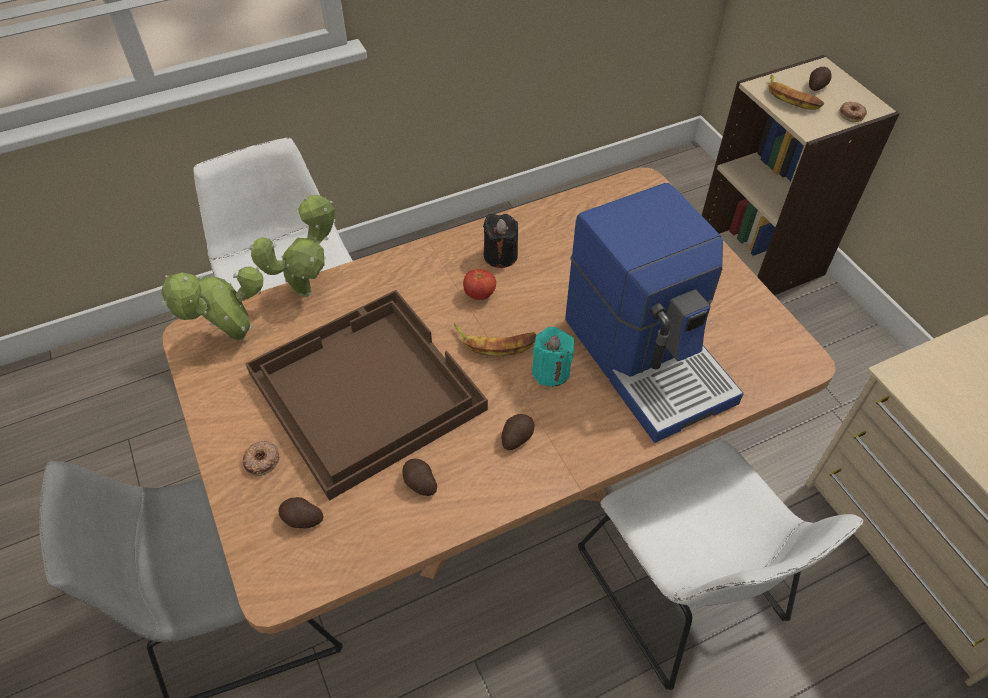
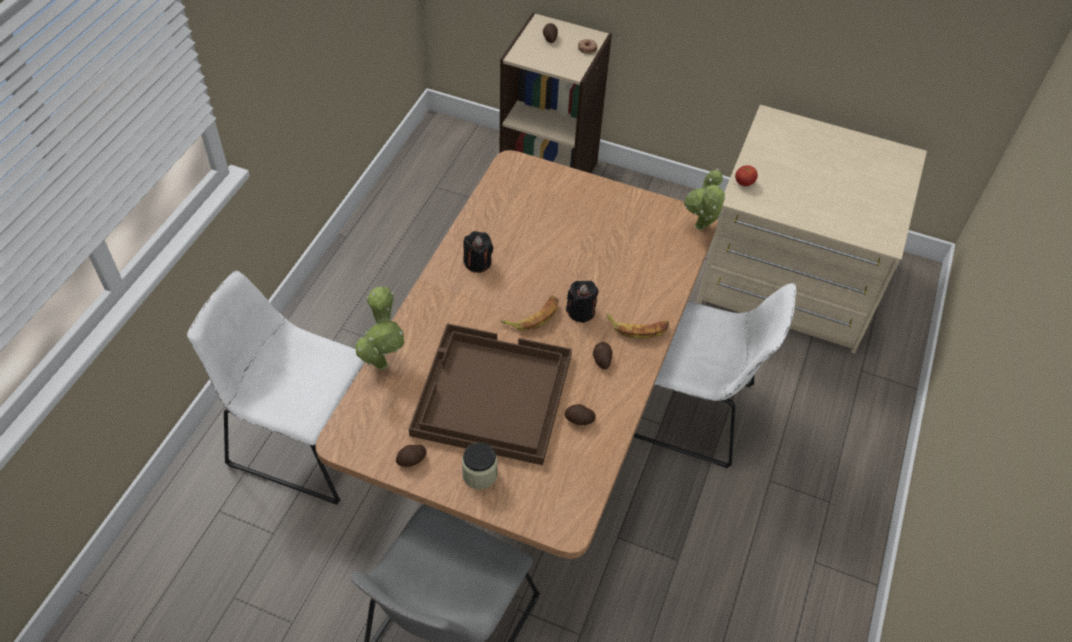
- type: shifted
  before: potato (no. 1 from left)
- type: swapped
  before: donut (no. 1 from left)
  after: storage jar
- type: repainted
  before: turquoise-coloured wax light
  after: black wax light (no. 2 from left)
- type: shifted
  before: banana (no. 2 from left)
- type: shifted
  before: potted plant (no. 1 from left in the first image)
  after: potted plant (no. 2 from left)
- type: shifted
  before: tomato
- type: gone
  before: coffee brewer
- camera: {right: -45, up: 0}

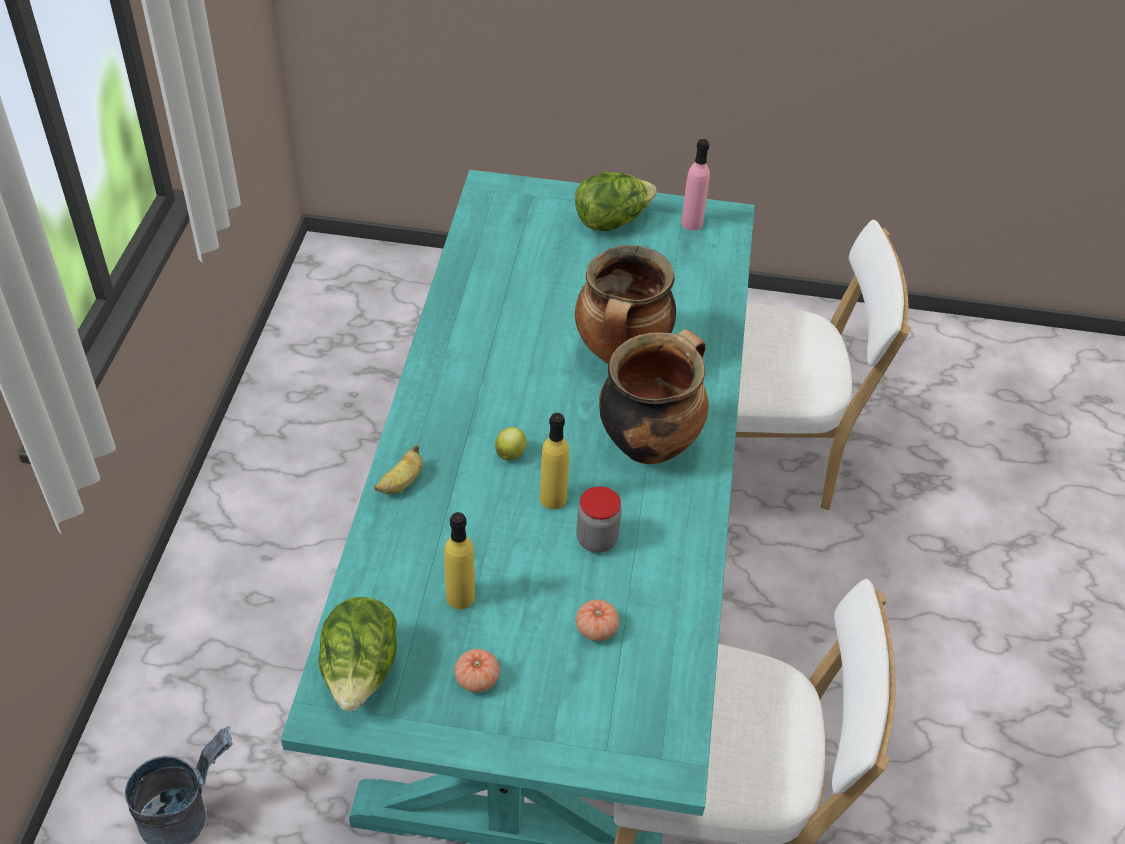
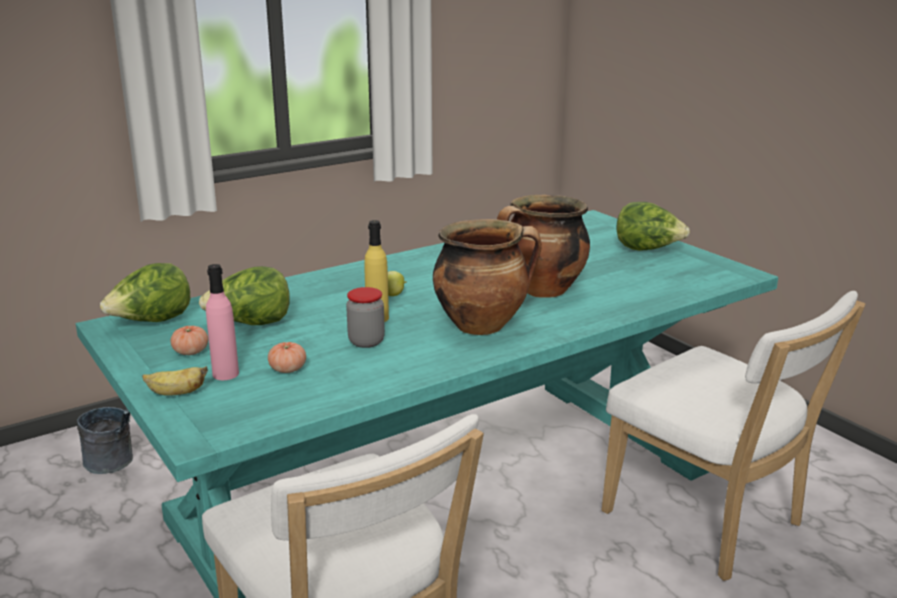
- type: shifted
  before: banana
- type: swapped
  before: yellowish bottle (no. 1 from left)
  after: lettuce head (no. 2 from left)
- type: shifted
  before: pink bottle
- camera: {right: 50, up: -25}

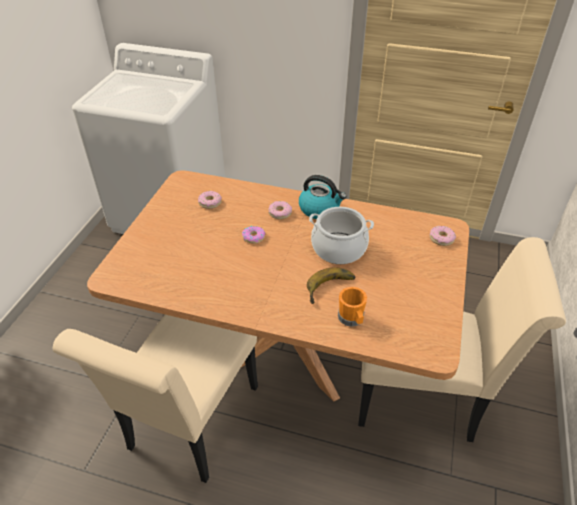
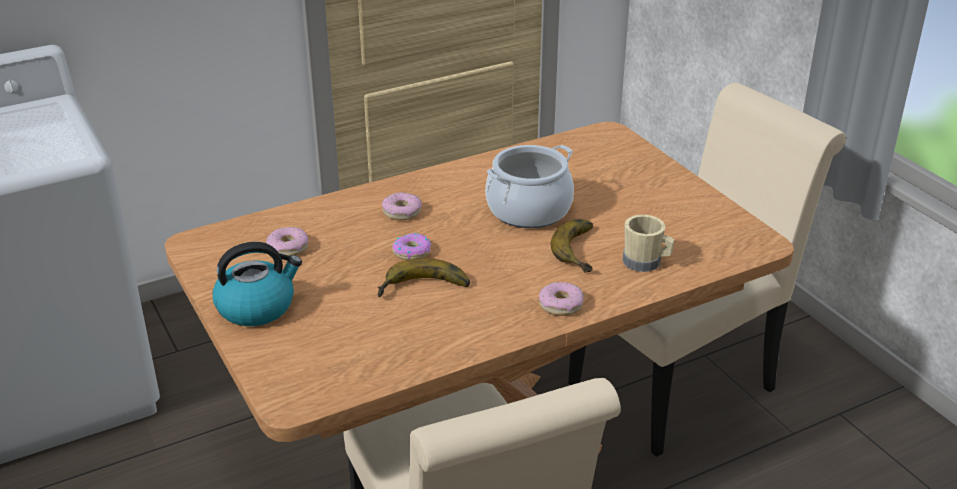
- type: shifted
  before: water kettle
- type: new
  after: banana (no. 1 from left)
- type: shifted
  before: donut (no. 4 from left)
- type: repainted
  before: orange-coloured mug
  after: beige-coloured mug
- camera: {right: -45, up: -10}

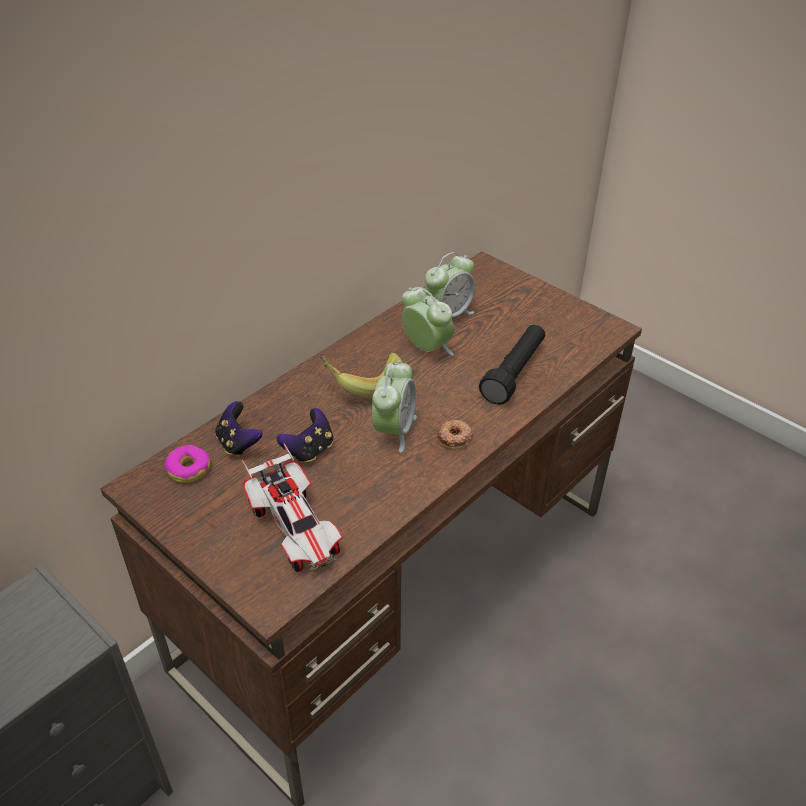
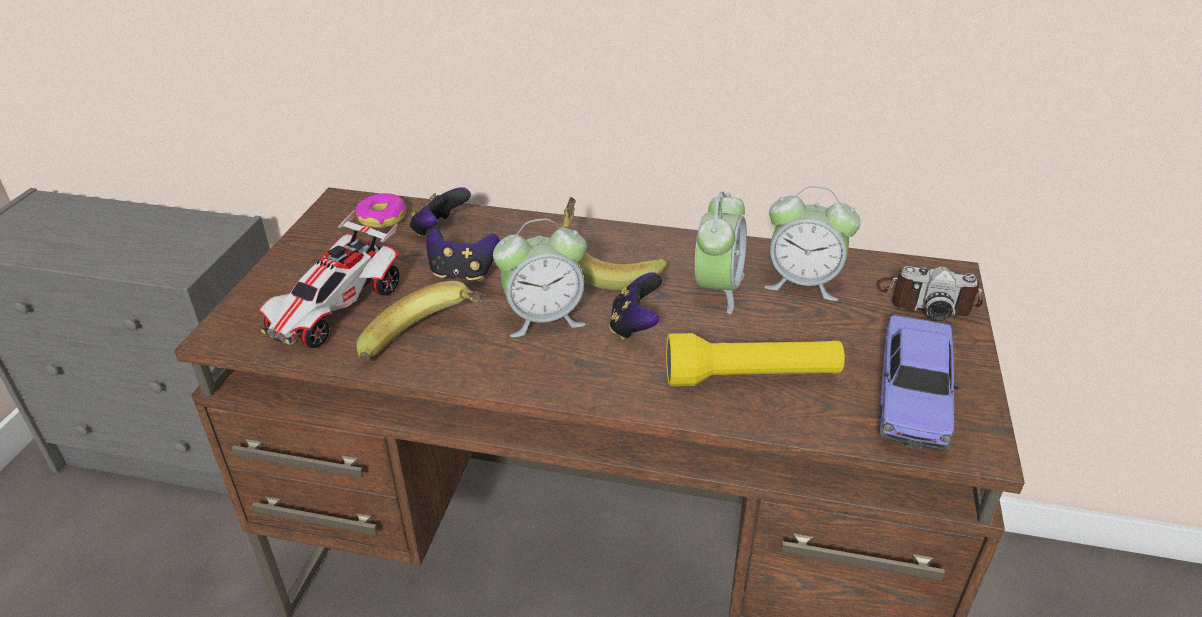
- type: new
  after: banana (no. 1 from left)
- type: new
  after: joypad (no. 3 from left)
- type: repainted
  before: black flashlight
  after: yellowish flashlight
- type: new
  after: still camera
- type: new
  after: miniature car (no. 2 from left)
- type: gone
  before: donut (no. 2 from left)
- camera: {right: 60, up: -5}

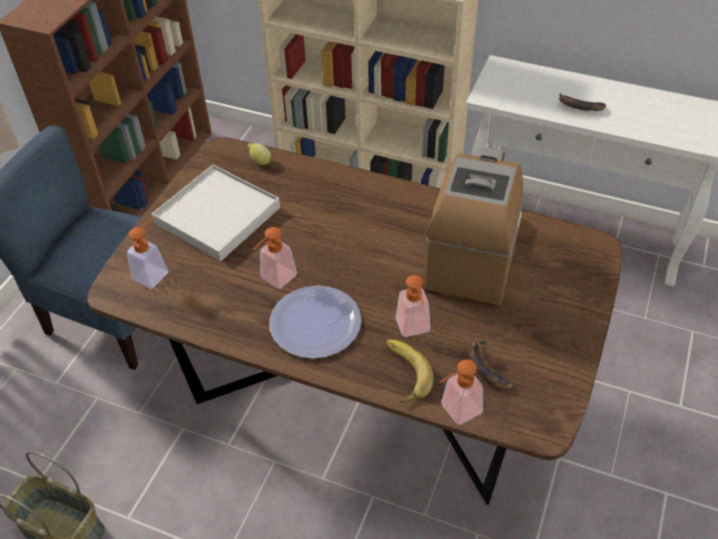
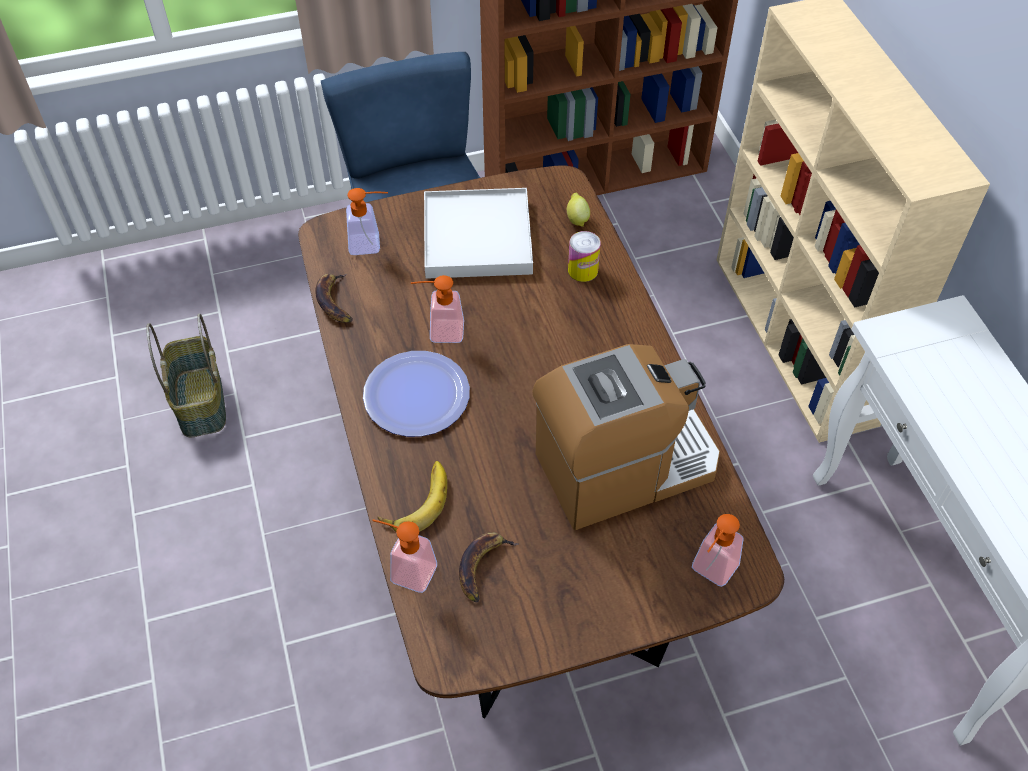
- type: shifted
  before: banana (no. 3 from left in the first image)
  after: banana (no. 1 from left)
- type: new
  after: metal can
- type: shifted
  before: soap bottle (no. 3 from left in the first image)
  after: soap bottle (no. 4 from left)
- camera: {right: 50, up: 5}

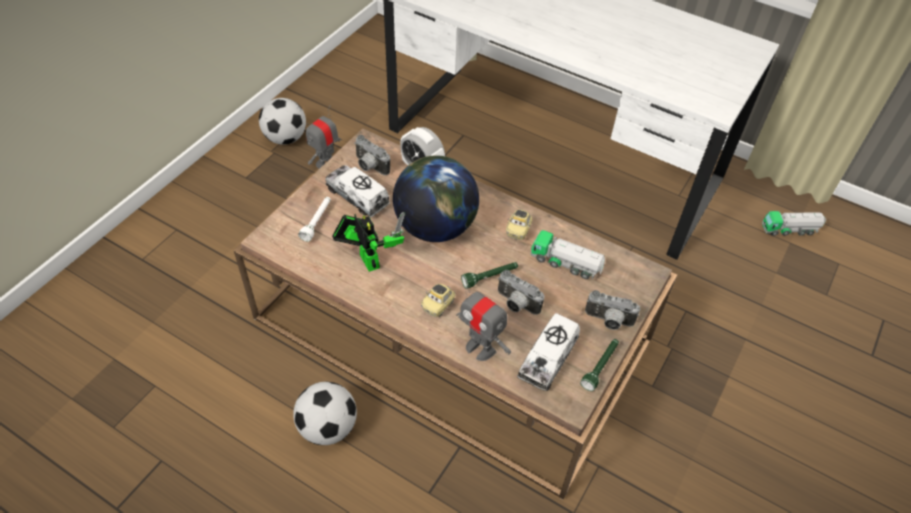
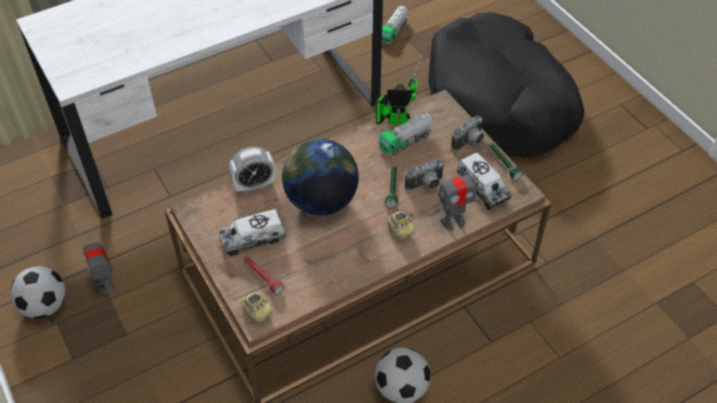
- type: shifted
  before: miniature car (no. 2 from left in the first image)
  after: miniature car (no. 1 from left)
- type: repainted
  before: white flashlight
  after: red flashlight
- type: shifted
  before: robot figure (no. 2 from left)
- type: new
  after: black dog bed
- type: gone
  before: still camera (no. 1 from left)
- camera: {right: -60, up: 0}

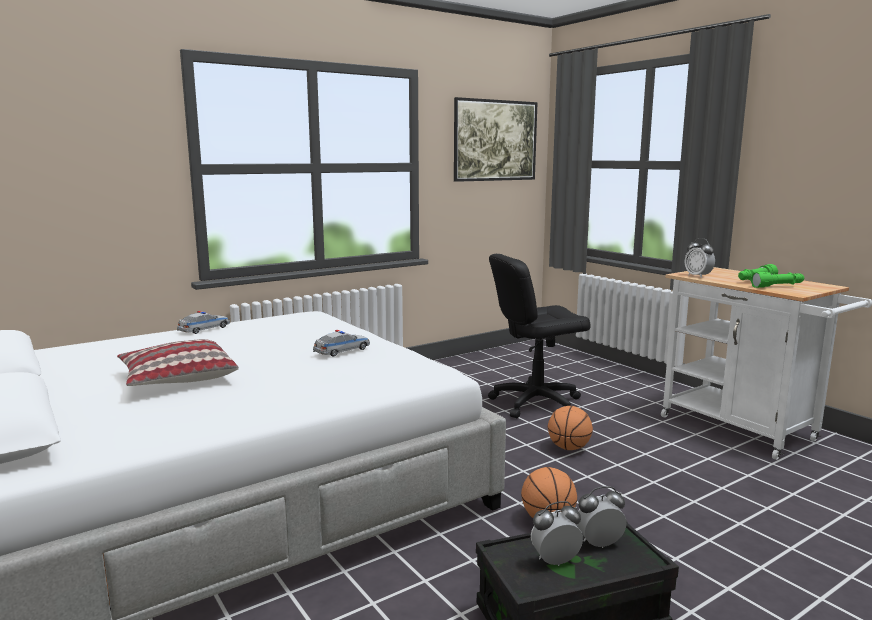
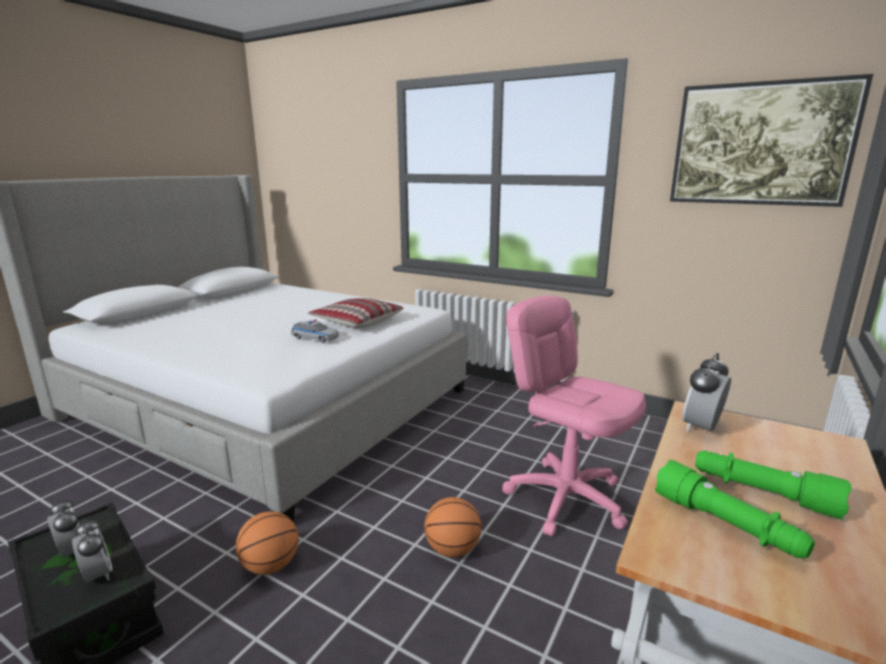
- type: shifted
  before: pillow
- type: repainted
  before: black desk chair
  after: pink desk chair
- type: gone
  before: miniature car (no. 1 from left)
- camera: {right: 65, up: 5}

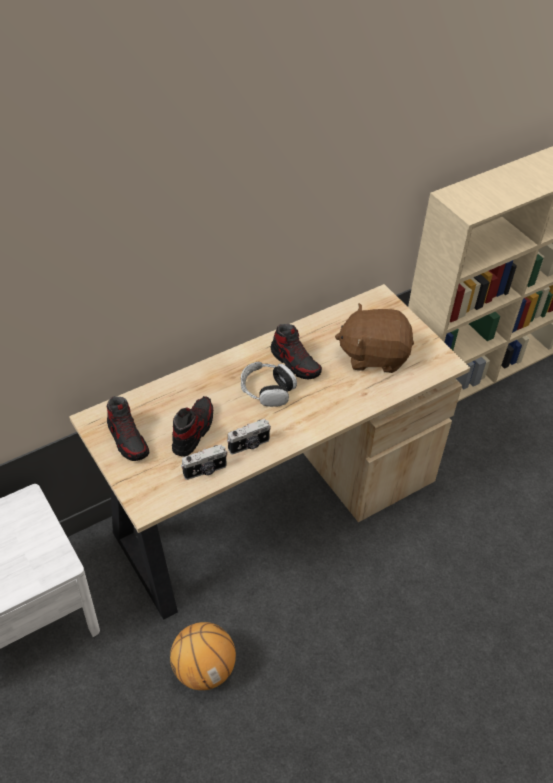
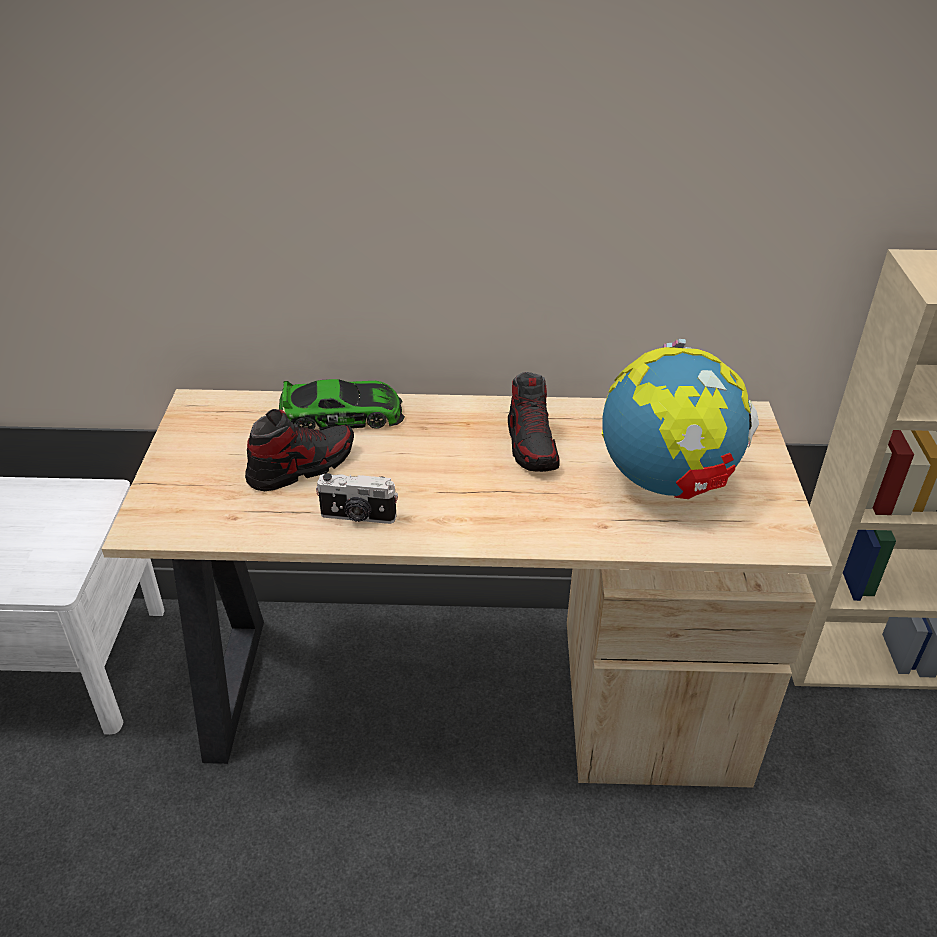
- type: new
  after: miniature car
- type: swapped
  before: brown soft toy
  after: desk globe
- type: gone
  before: shoe (no. 1 from left)
- type: gone
  before: ball for basketball
- type: gone
  before: still camera (no. 1 from left)
- type: gone
  before: headset
- camera: {right: 35, up: -10}

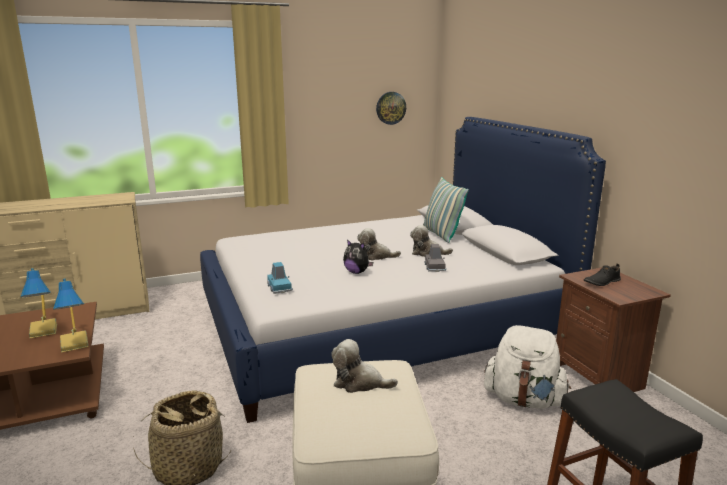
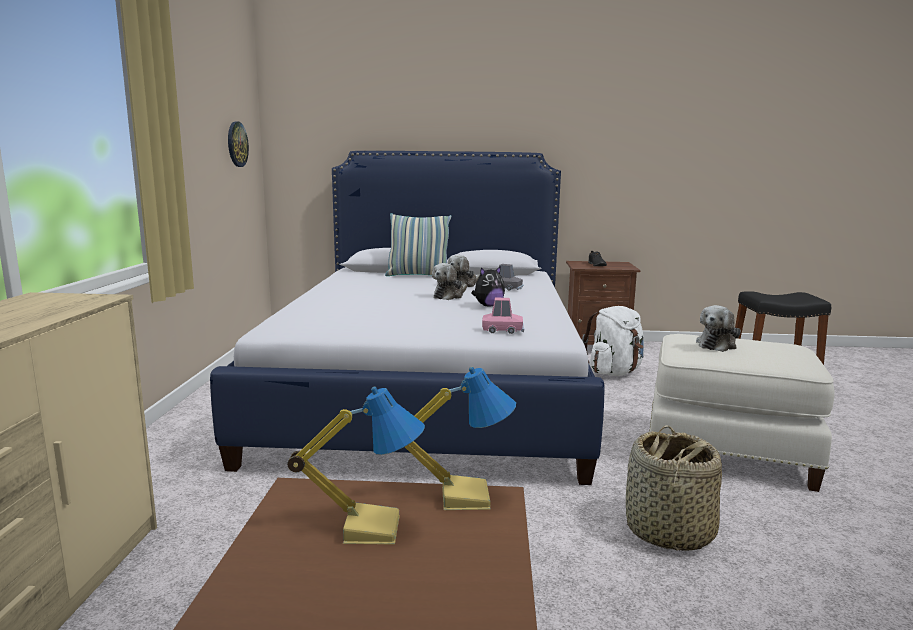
- type: repainted
  before: blue-coloured miniature car
  after: pink miniature car
- camera: {right: -65, up: -5}

